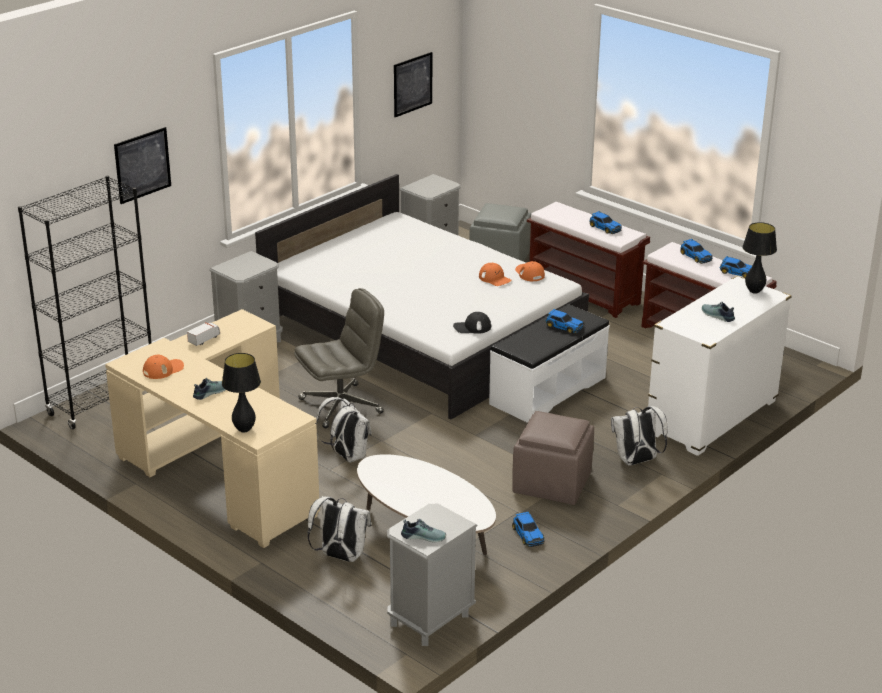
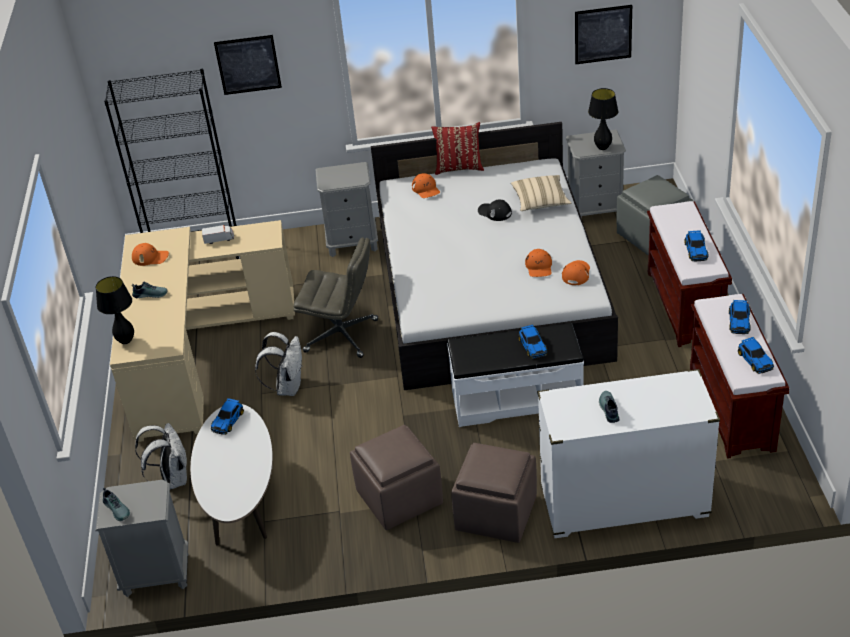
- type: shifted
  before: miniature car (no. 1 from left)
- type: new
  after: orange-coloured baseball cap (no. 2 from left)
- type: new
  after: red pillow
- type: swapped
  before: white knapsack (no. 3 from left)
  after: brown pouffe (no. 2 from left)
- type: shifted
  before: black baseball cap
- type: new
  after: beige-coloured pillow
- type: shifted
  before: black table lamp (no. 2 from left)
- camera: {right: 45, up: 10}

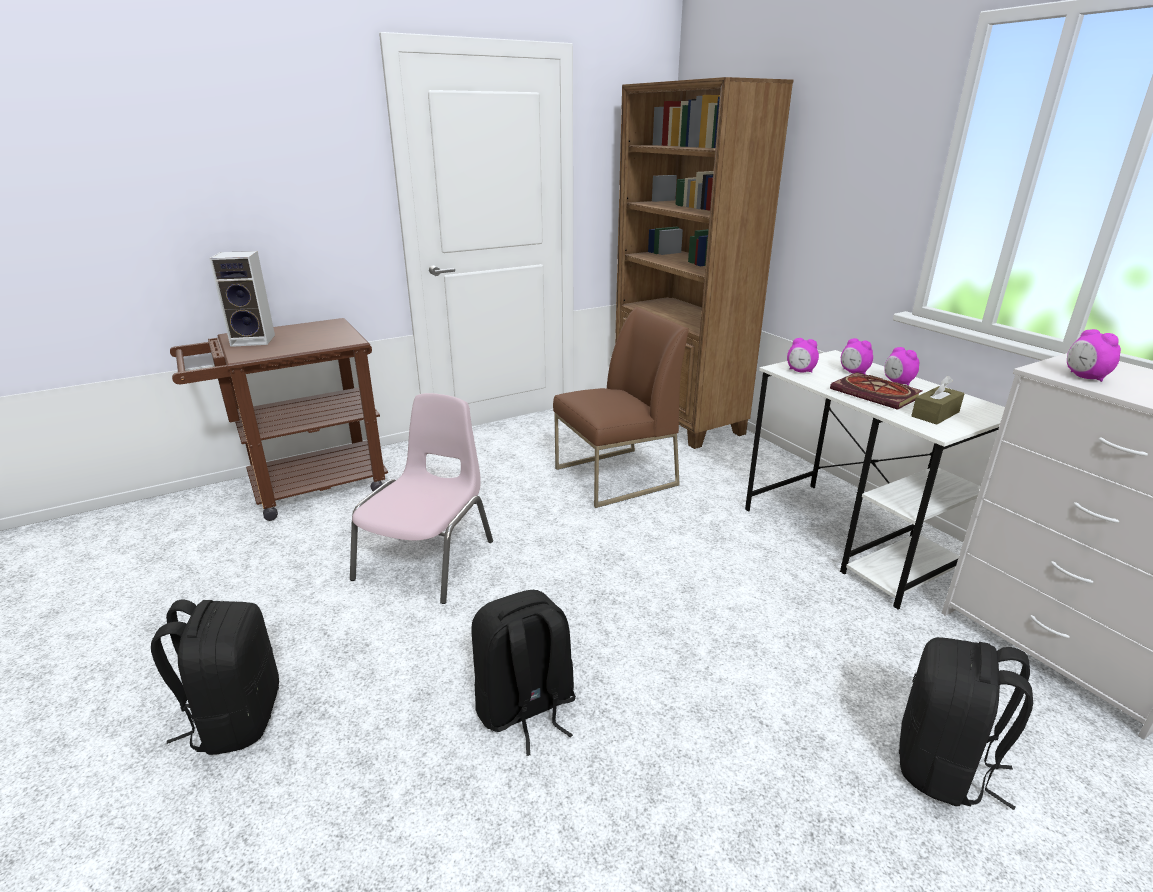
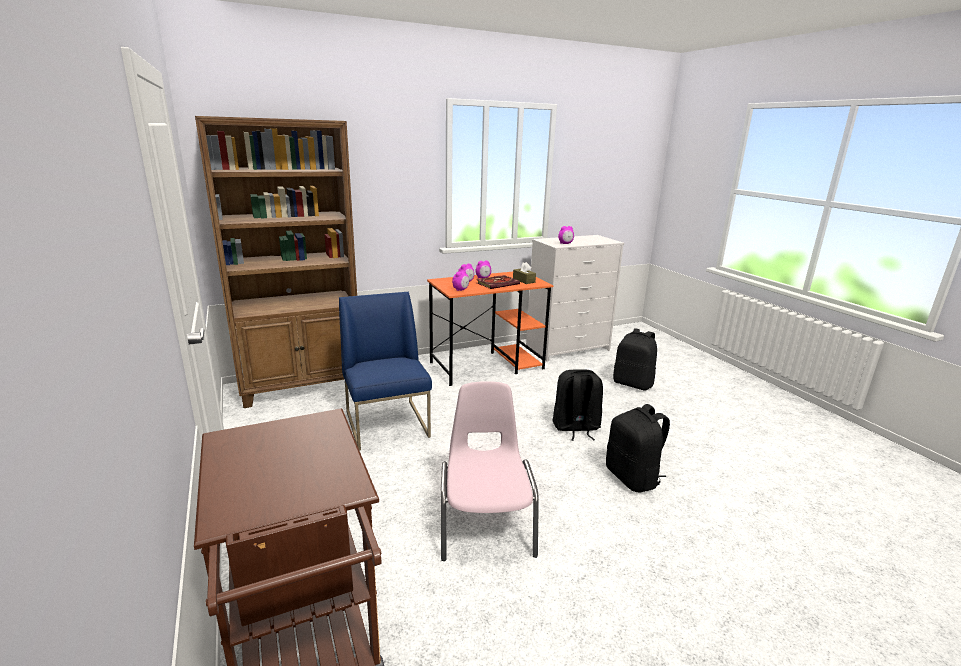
- type: repainted
  before: brown upright chair
  after: blue-coloured upright chair
- type: repainted
  before: white desk unit
  after: orange-coloured desk unit
- type: rotated
  before: pink upright chair
  turn: 60
- type: shifted
  before: black knapsack (no. 1 from left)
- type: gone
  before: audio speaker
- camera: {right: -85, up: -5}

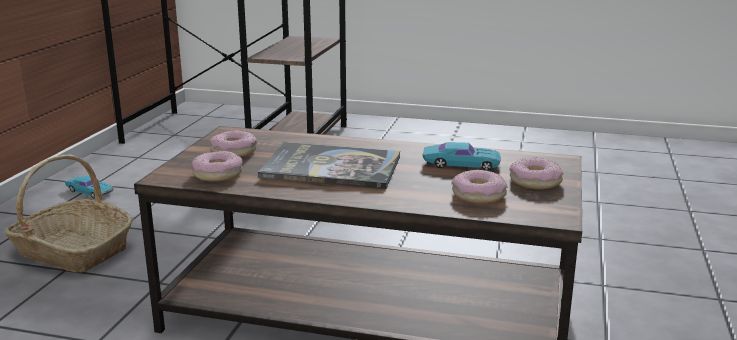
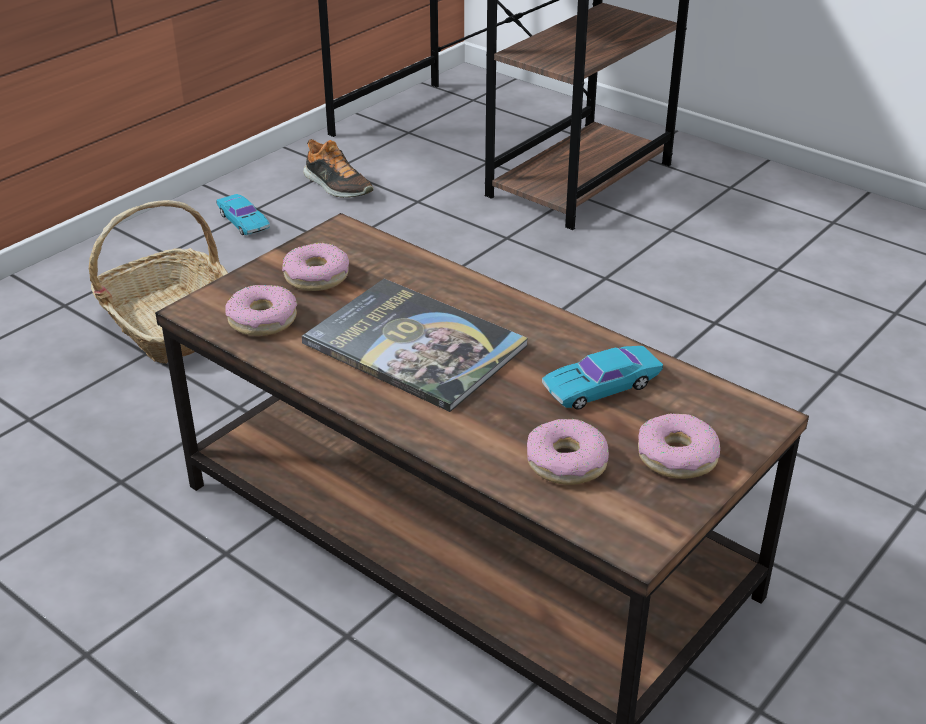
- type: new
  after: shoe
- type: rotated
  before: turquoise-coloured miniature car (no. 2 from left)
  turn: 120
- camera: {right: 25, up: 15}

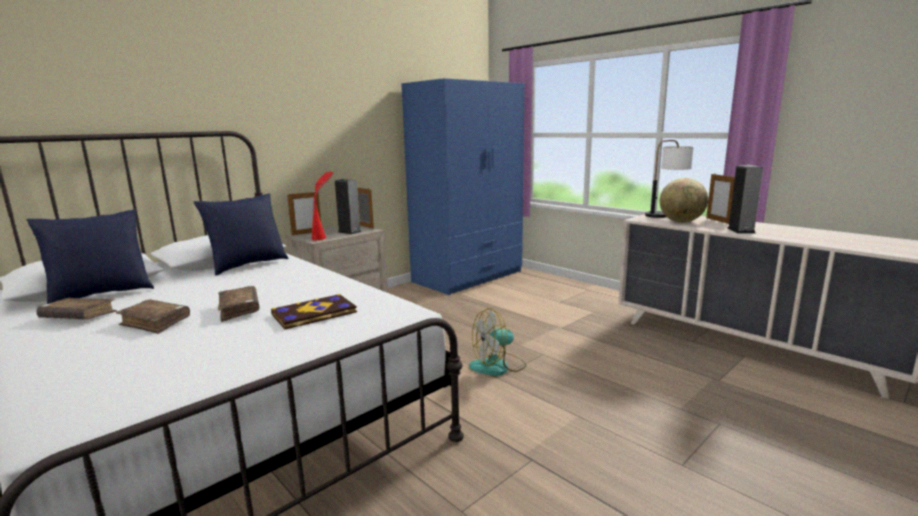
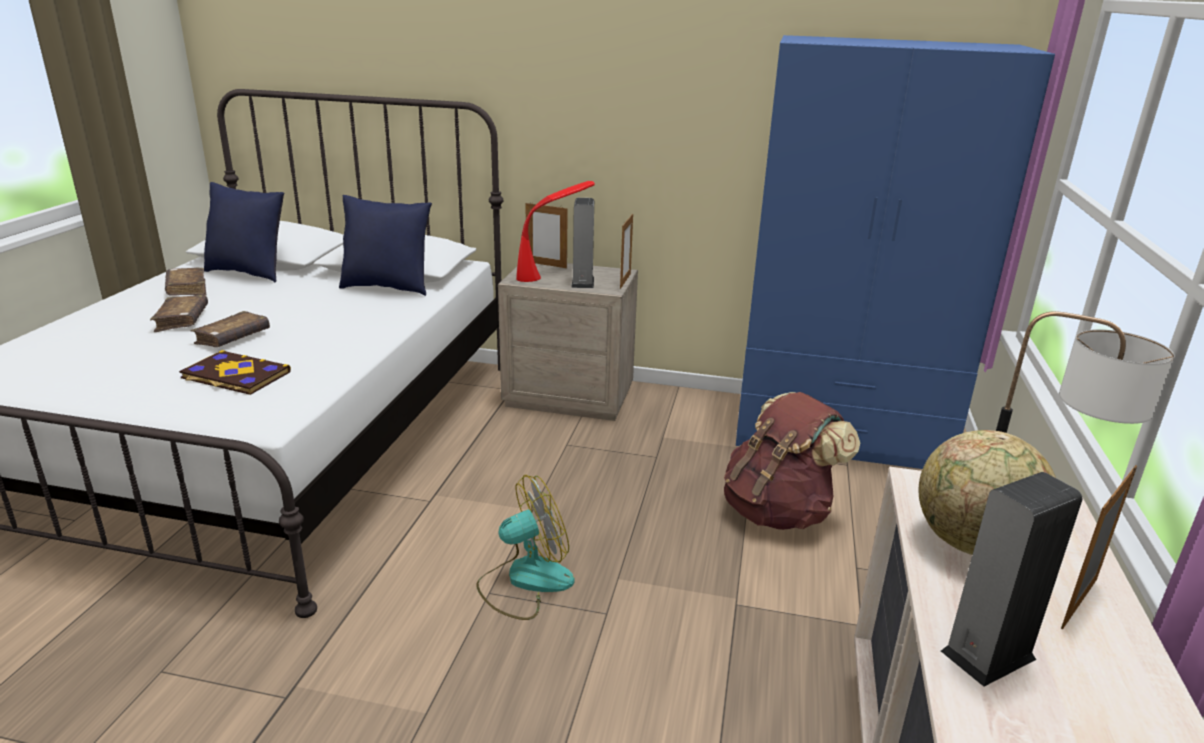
- type: rotated
  before: electric fan
  turn: 120
- type: new
  after: brown knapsack
- camera: {right: 55, up: 10}

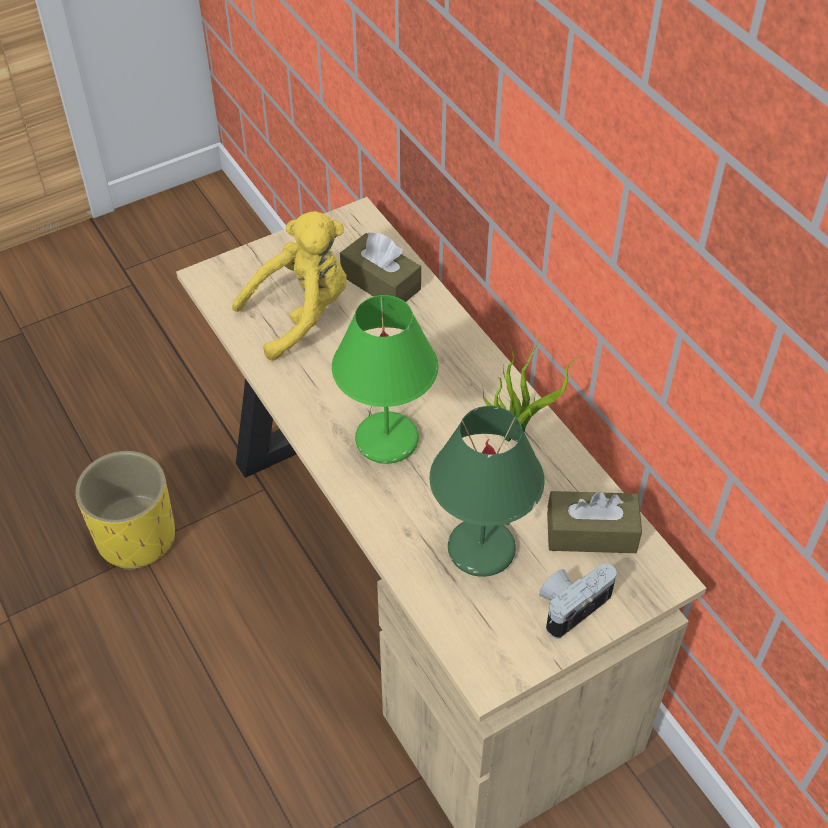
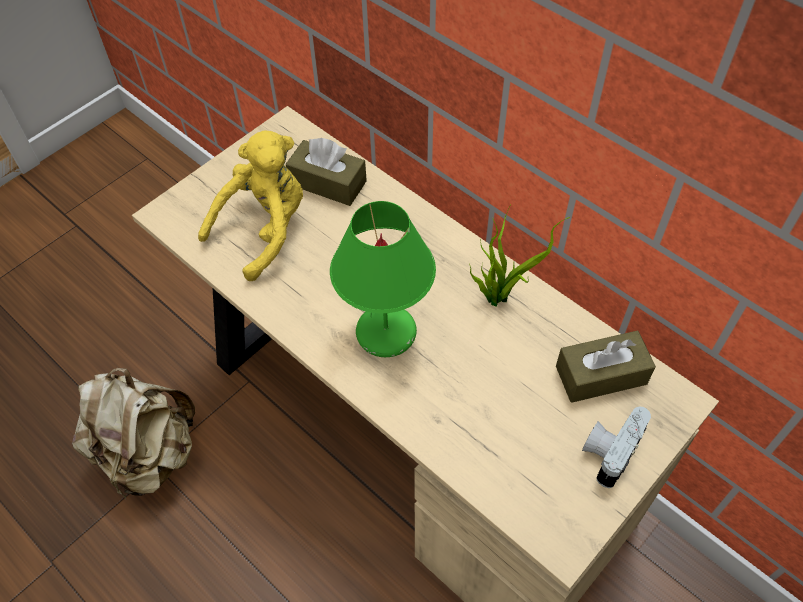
- type: swapped
  before: yellowish planter
  after: beige-coloured knapsack
- type: gone
  before: green-coloured table lamp (no. 2 from left)
- camera: {right: -15, up: 5}

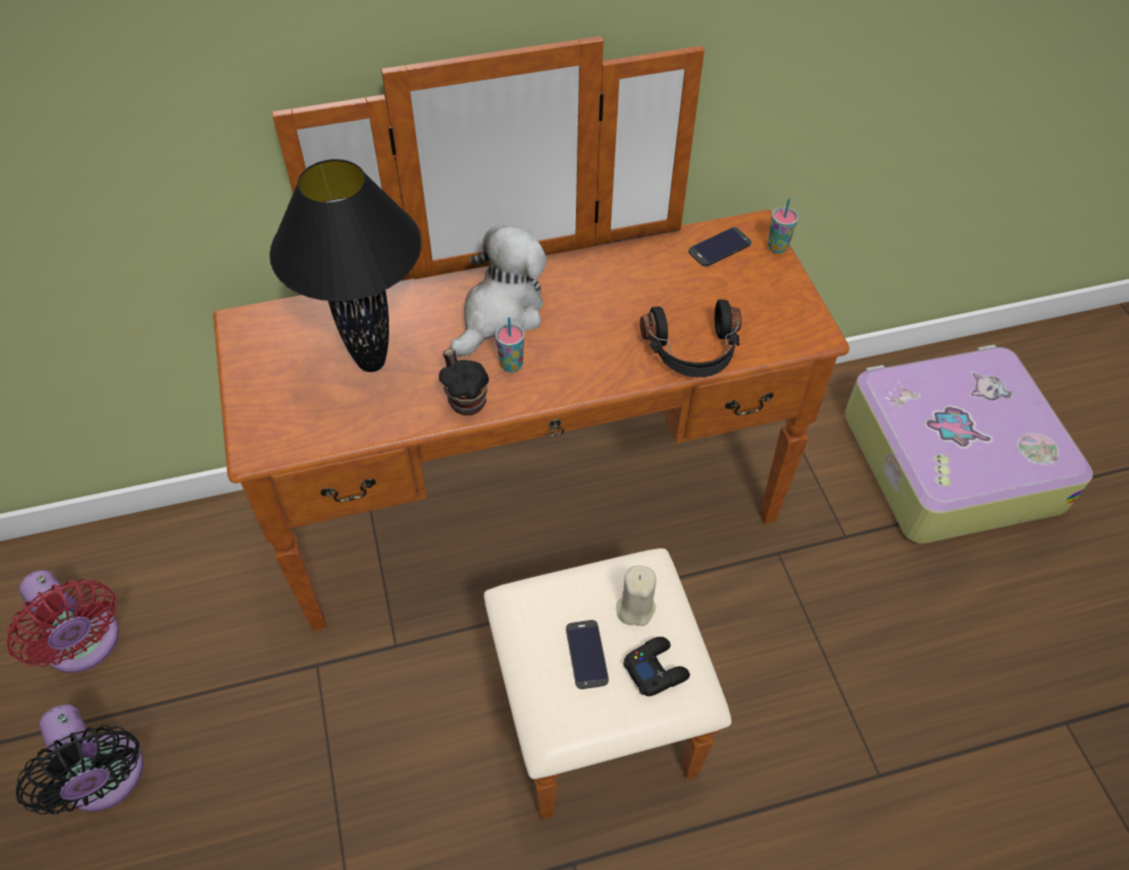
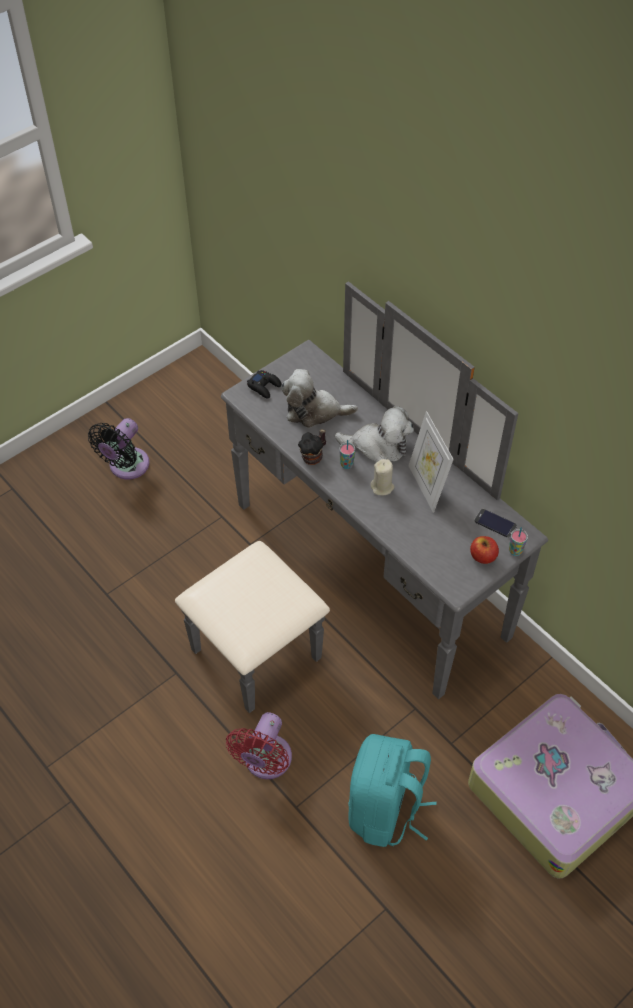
- type: repainted
  before: brown drawer chest
  after: greyish drawer chest
- type: shifted
  before: red electric fan
- type: shifted
  before: black joypad
- type: swapped
  before: black table lamp
  after: soft toy (no. 1 from left)
- type: new
  after: turquoise-coloured knapsack
- type: shifted
  before: beige-coloured wax light
- type: new
  after: photo frame
- type: new
  after: apple
- type: gone
  before: telephone (no. 1 from left)
- type: gone
  before: black headset
- camera: {right: 65, up: 0}

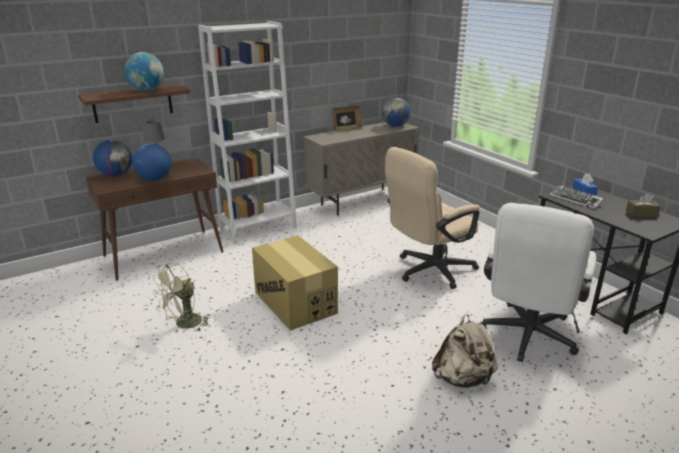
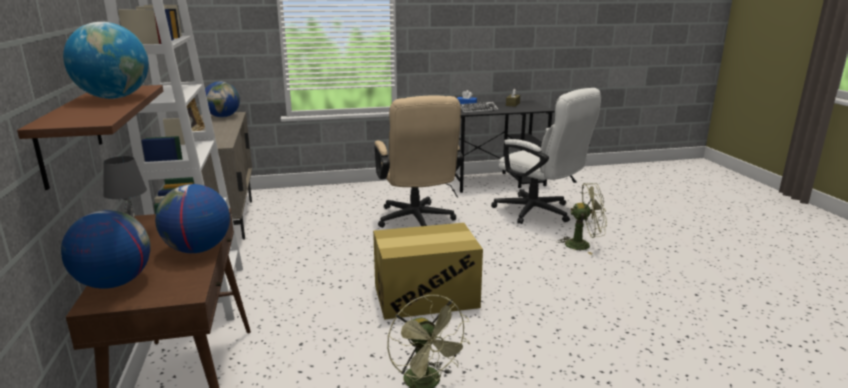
- type: swapped
  before: beige-coloured knapsack
  after: green-coloured electric fan (no. 2 from left)
- camera: {right: -70, up: -5}

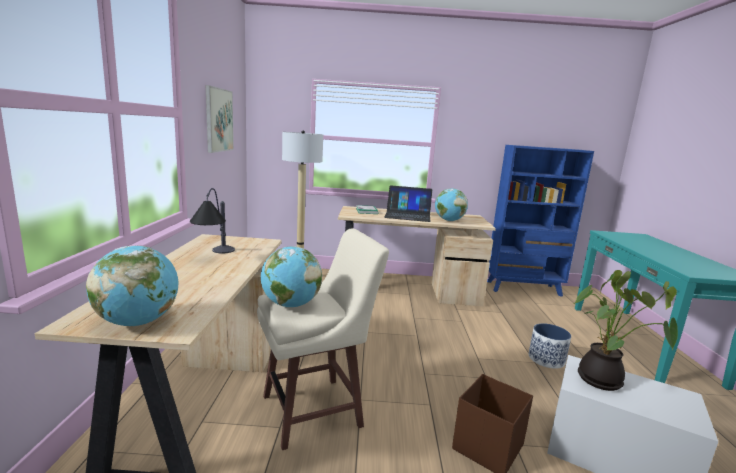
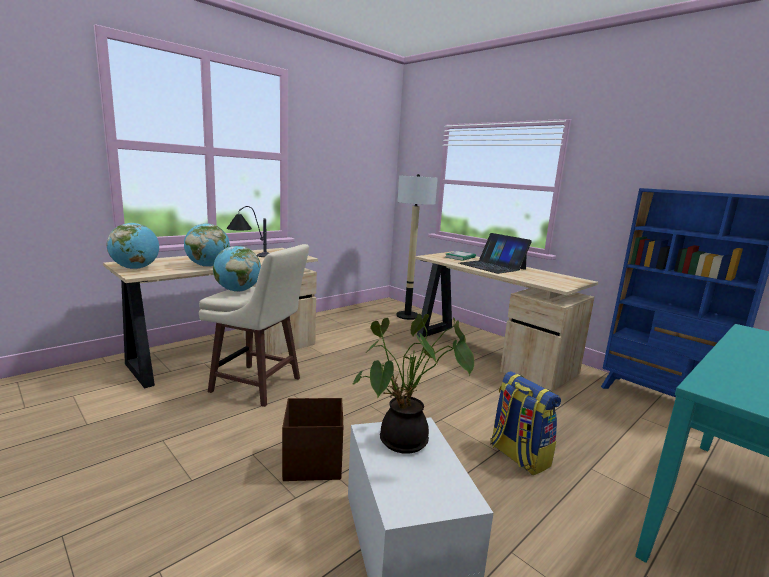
- type: shifted
  before: desk globe (no. 3 from left in the first image)
  after: desk globe (no. 2 from left)
- type: swapped
  before: planter
  after: knapsack
- type: gone
  before: wall picture
- camera: {right: 45, up: 0}

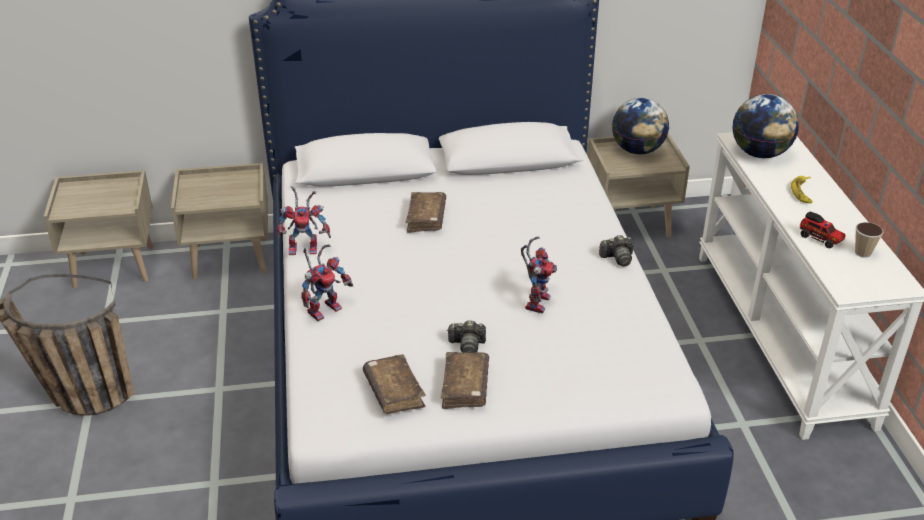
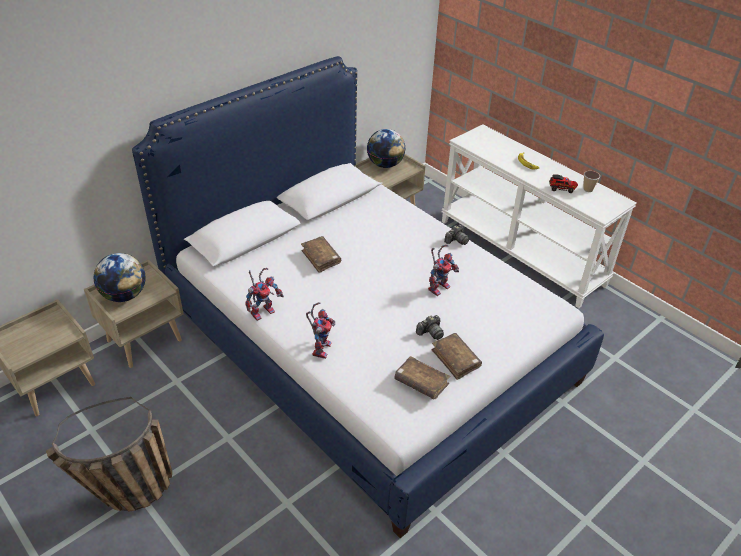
- type: shifted
  before: desk globe (no. 2 from left in the first image)
  after: desk globe (no. 1 from left)
- type: rotated
  before: robot figure (no. 3 from left)
  turn: 60
- camera: {right: -35, up: 5}

